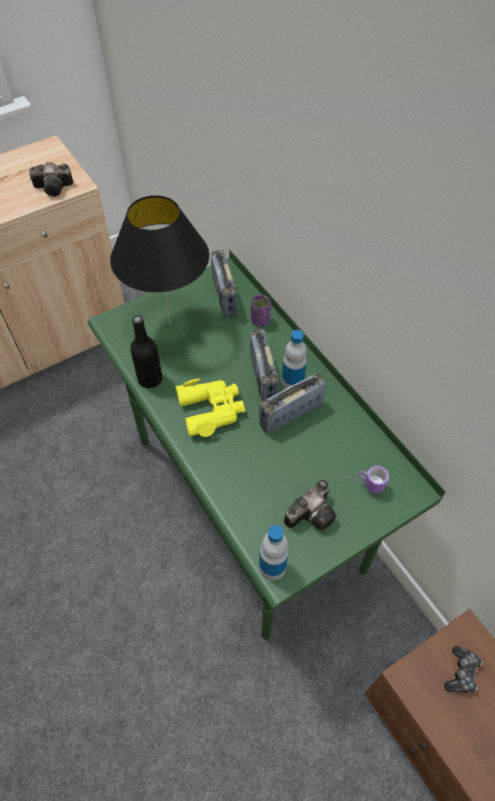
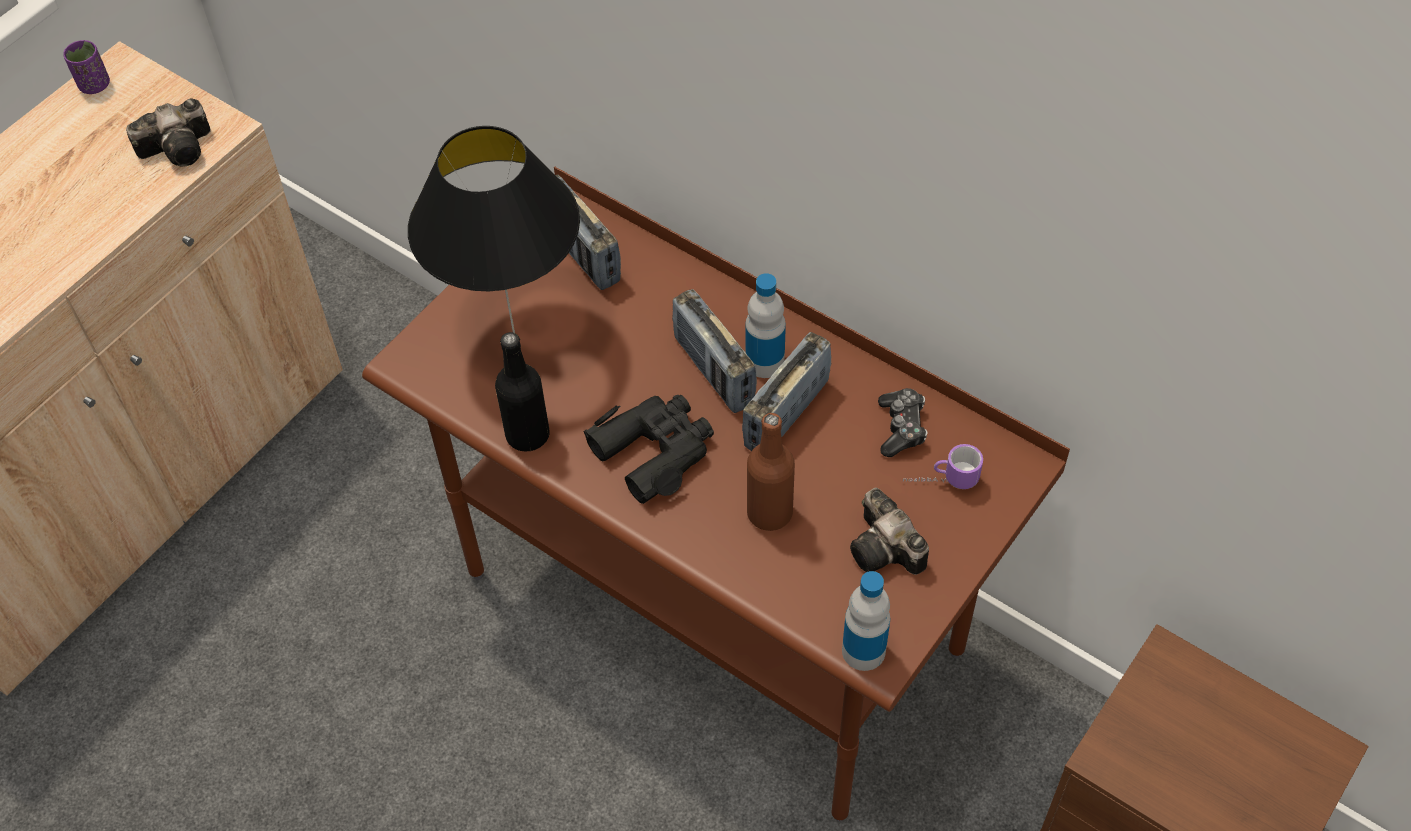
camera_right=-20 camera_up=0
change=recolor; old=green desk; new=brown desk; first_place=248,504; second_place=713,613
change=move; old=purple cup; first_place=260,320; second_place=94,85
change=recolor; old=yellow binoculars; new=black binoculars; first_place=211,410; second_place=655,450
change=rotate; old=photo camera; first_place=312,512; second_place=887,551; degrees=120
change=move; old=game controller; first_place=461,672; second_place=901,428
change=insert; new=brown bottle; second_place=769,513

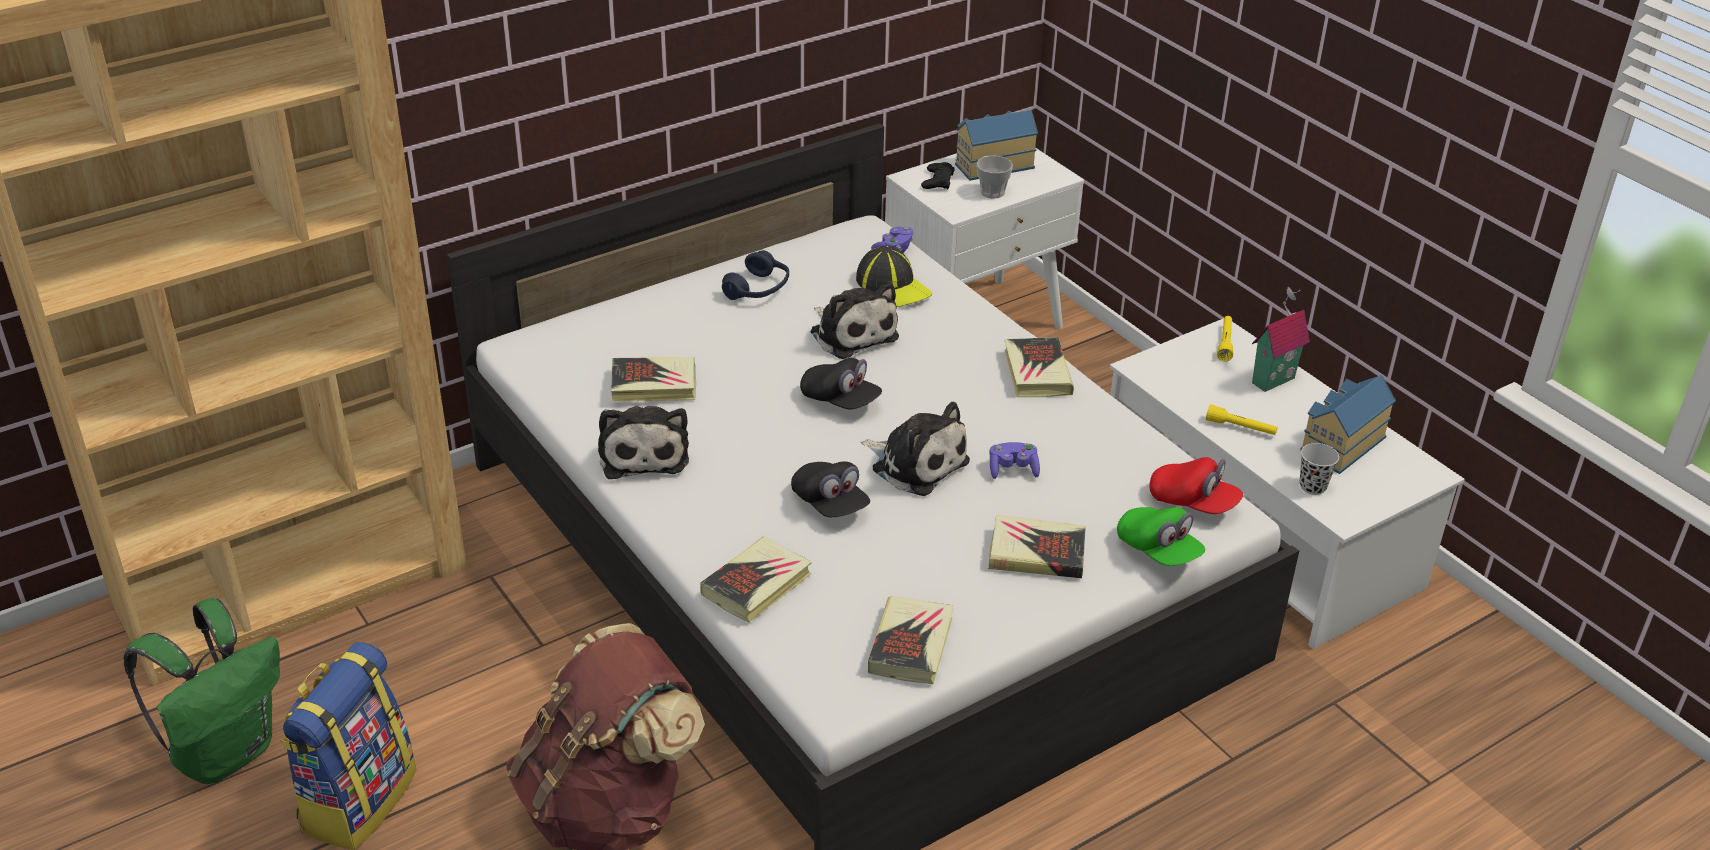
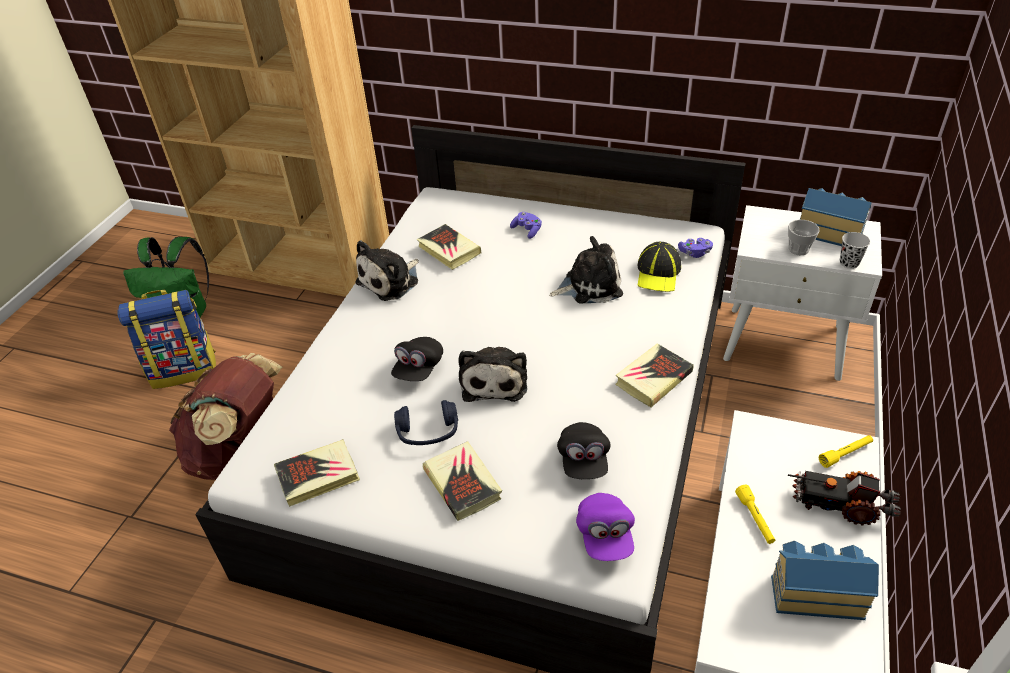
camera_right=55 camera_up=5
change=delete; old=black game controller; first_place=937,181
change=move; old=blue headphones; first_place=758,289; second_place=428,432
change=rotate; old=plush toy; first_place=852,333; second_place=589,285; degrees=-120
change=replace; old=toy house; new=toy truck; first_place=1271,379; second_place=840,504
change=move; old=black cap; first_place=840,400; second_place=583,461
change=move; old=purple game controller; first_place=1013,469; second_place=527,230
change=move; old=black cup; first_place=1312,486; second_place=849,263
change=recolor; old=red cap; new=purple cap; first_place=1193,502; second_place=605,536
change=delete; old=green cap; first_place=1158,551
change=delete; old=book; first_place=757,584

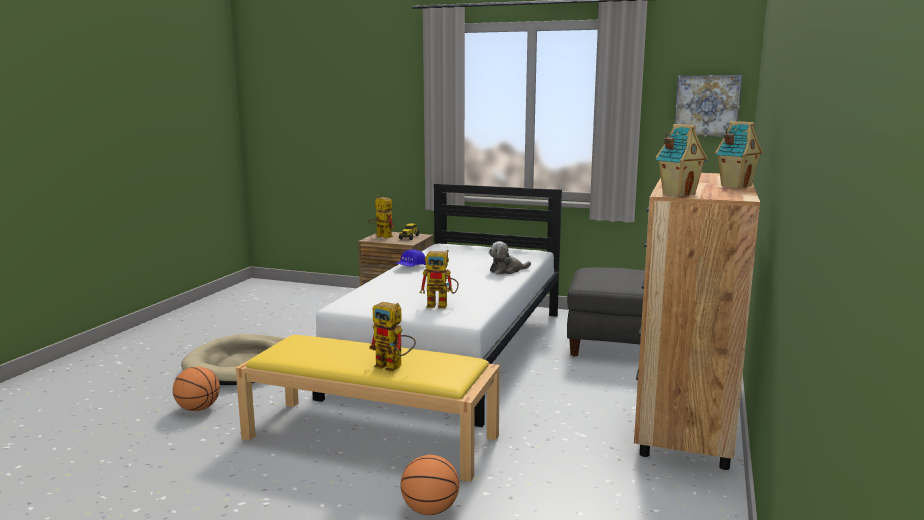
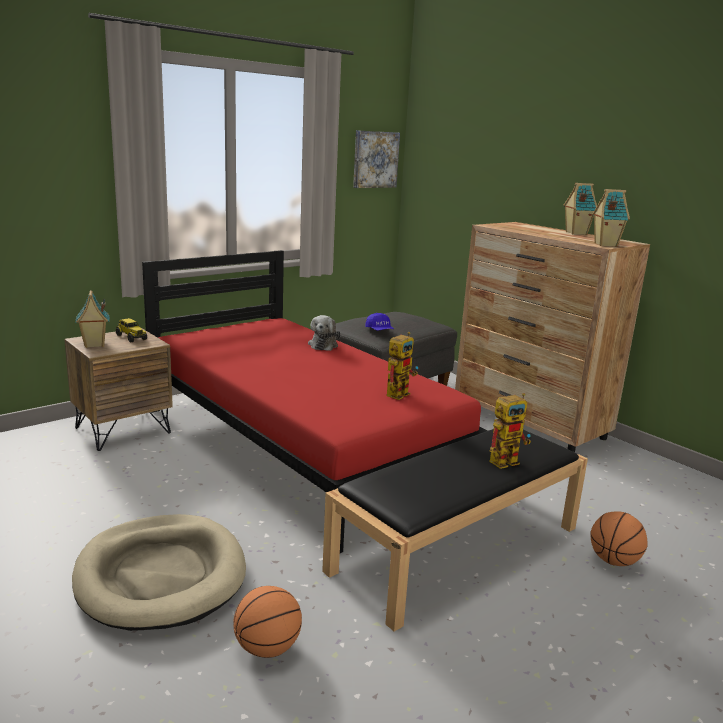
camera_right=-60 camera_up=5
change=recolor; old=white bed; new=red bed; first_place=454,351; second_place=300,447
change=replace; old=toy robot; new=toy house; first_place=381,236; second_place=94,345
change=move; old=blue cap; first_place=410,267; second_place=379,330
change=recolor; old=yellow bench; new=black bench; first_place=372,437; second_place=457,547

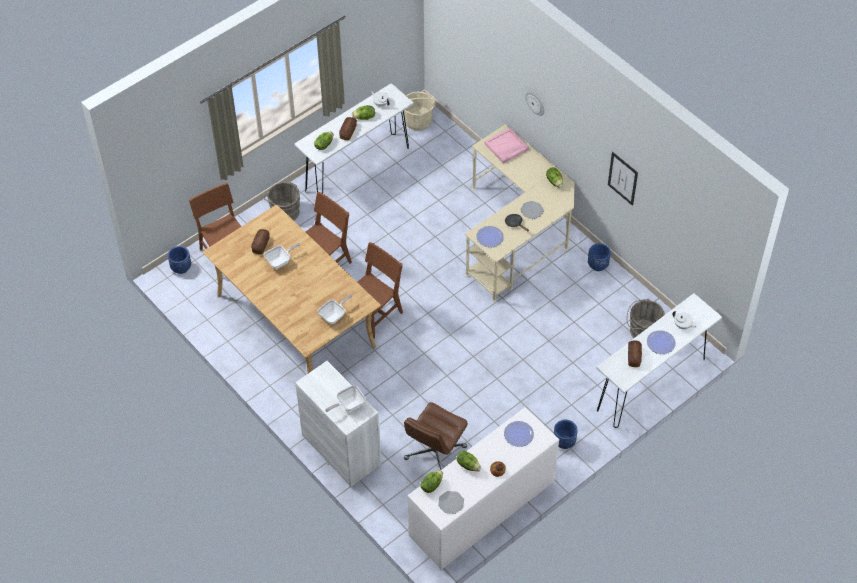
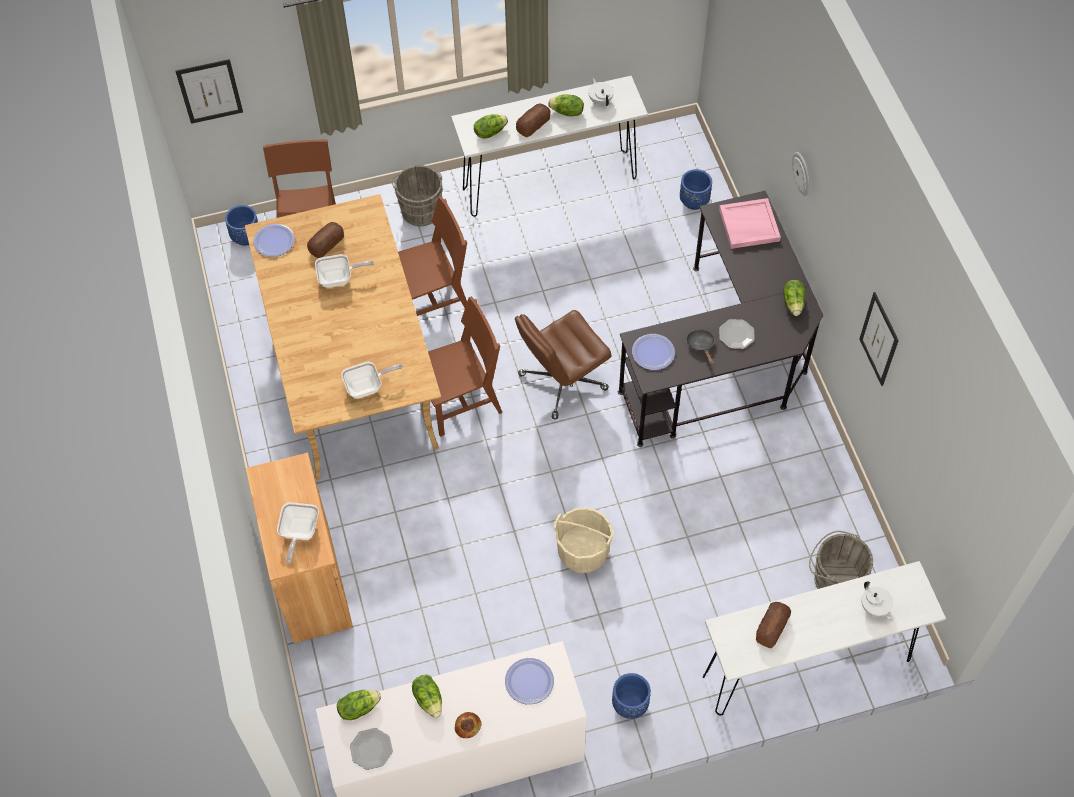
camera_right=25 camera_up=5
change=move; old=beige bucket; first_place=418,120; second_place=583,552
change=recolor; old=beige desk; new=black desk; first_place=518,233; second_place=725,358
change=move; old=blue planter; first_place=598,265; second_place=694,201
change=move; old=plate; first_place=660,343; second_place=274,241
change=recolor; old=white cabinet; new=brown cabinet; first_place=341,449; second_place=311,582
change=rotate; old=frying pan; first_place=348,405; second_place=299,533; degrees=-75
change=move; old=brown office chair; first_place=435,453; second_place=562,382
change=insert; new=picture; second_place=209,91

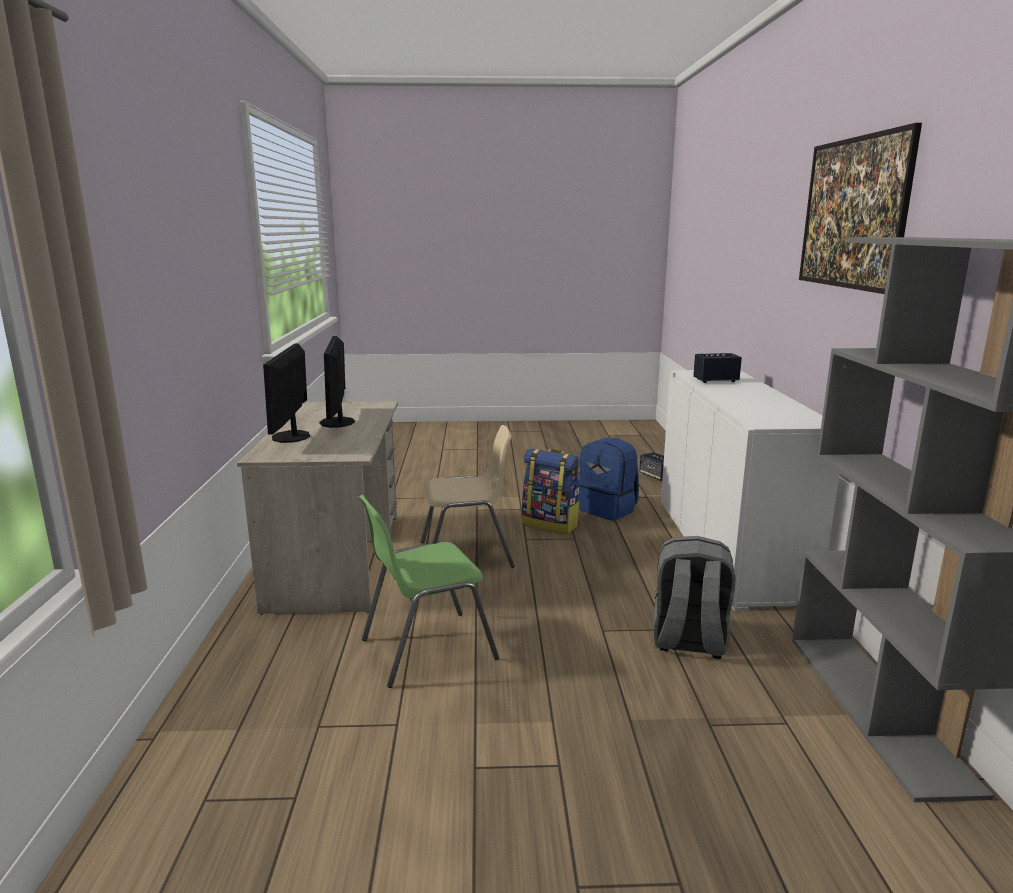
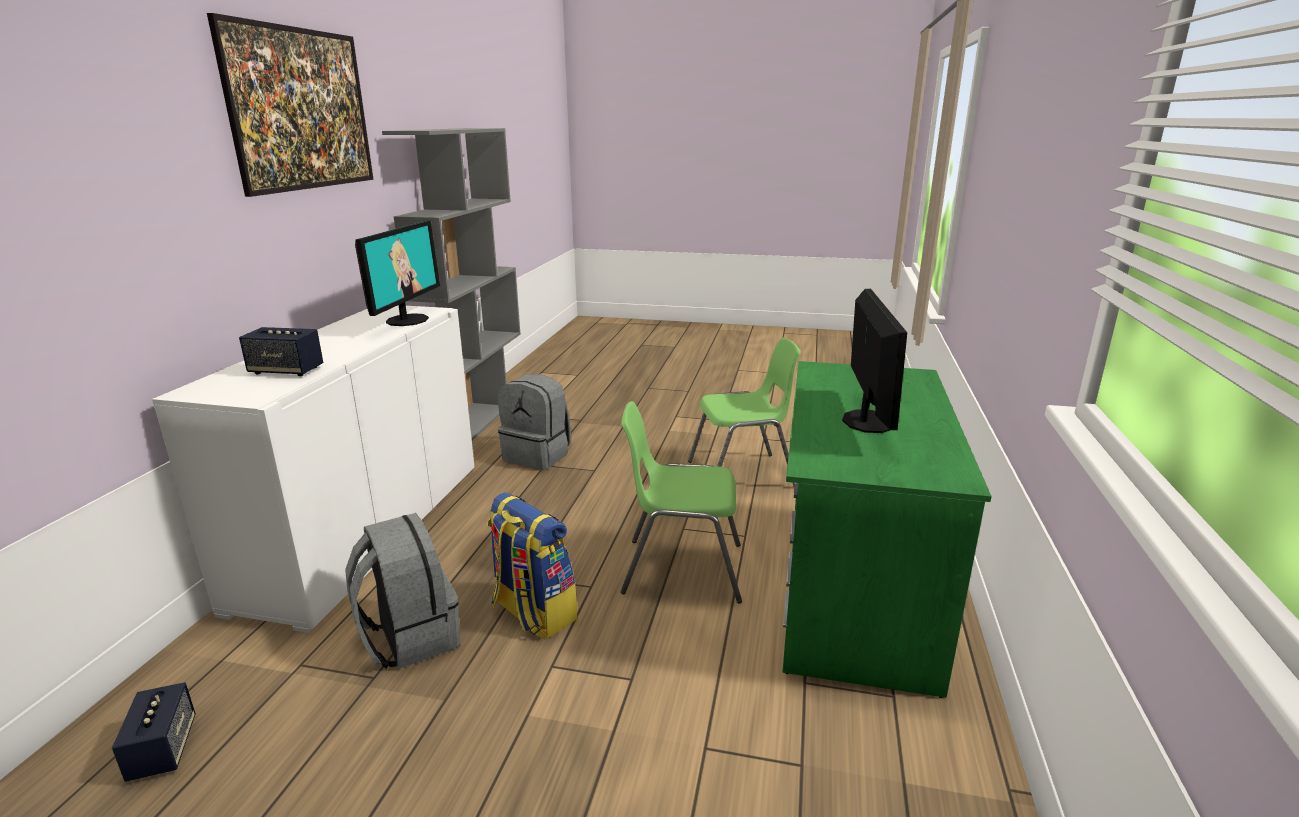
camera_right=-165 camera_up=5
change=move; old=monitor; first_place=292,436; second_place=406,320
change=recolor; old=beige desk; new=green desk; first_place=337,560; second_place=855,586
change=recolor; old=beige chair; new=green chair; first_place=468,555; second_place=680,568
change=recolor; old=blue backpack; new=grey backpack; first_place=608,509; second_place=409,637

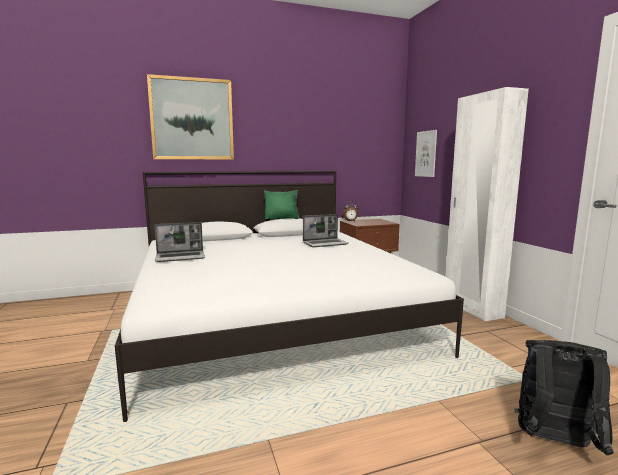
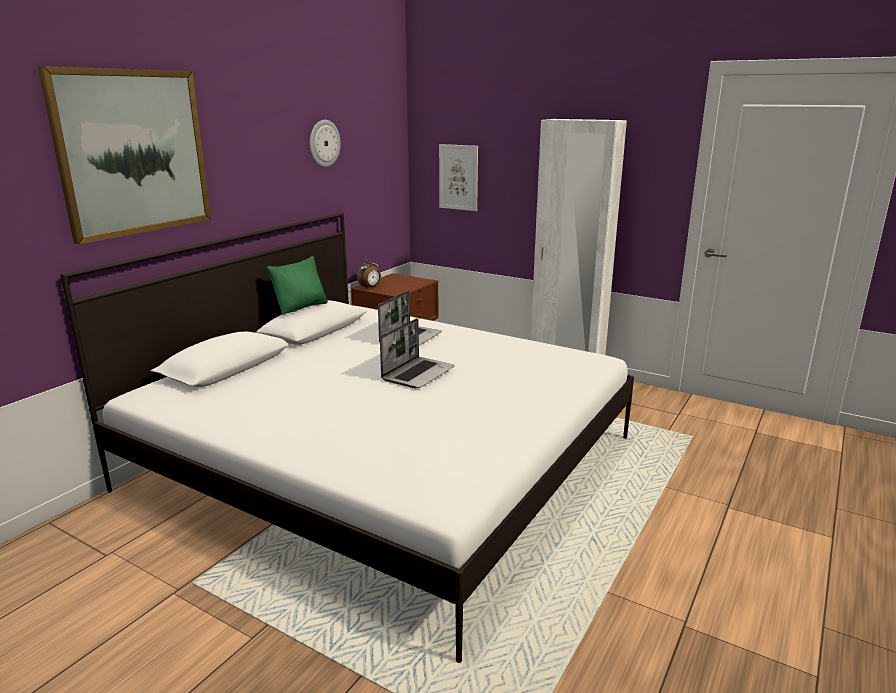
camera_right=-40 camera_up=10
change=move; old=laptop; first_place=181,257; second_place=418,373
change=delete; old=black backpack; first_place=554,443
change=insert; new=wall clock; second_place=324,143

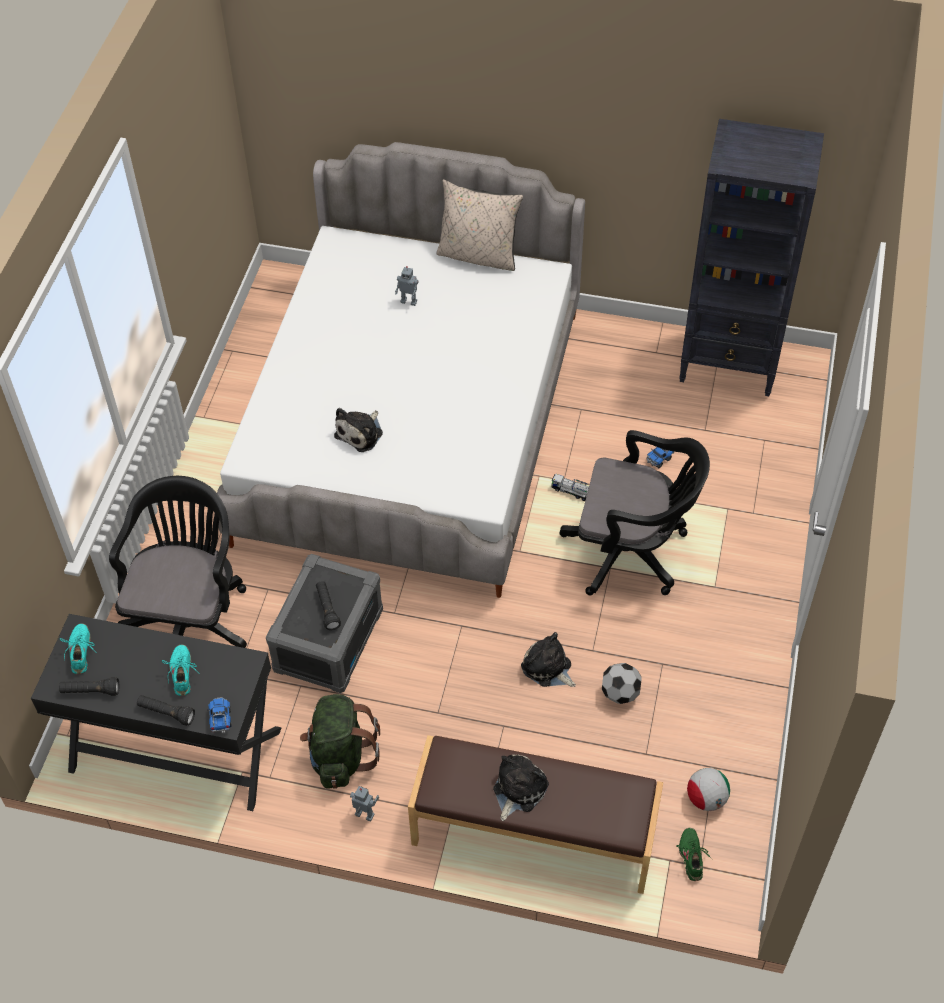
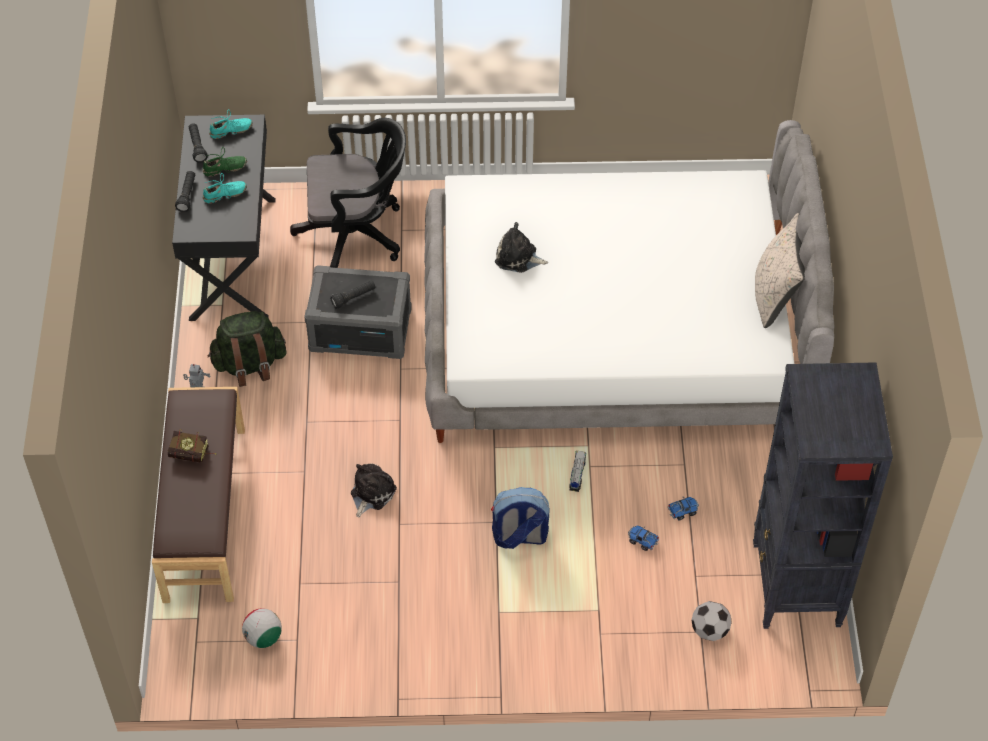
camera_right=75 camera_up=0
change=delete; old=toy robot; first_place=409,301
change=replace; old=black office chair; new=backpack; first_place=631,552; second_place=519,536
change=move; old=football; first_place=620,693; second_place=709,630
change=move; old=toy truck; first_place=221,719; second_place=682,511
change=replace; old=plush toy; new=book; first_place=518,790; second_place=193,455
change=move; old=green shoe; first_place=692,856; second_place=225,169

